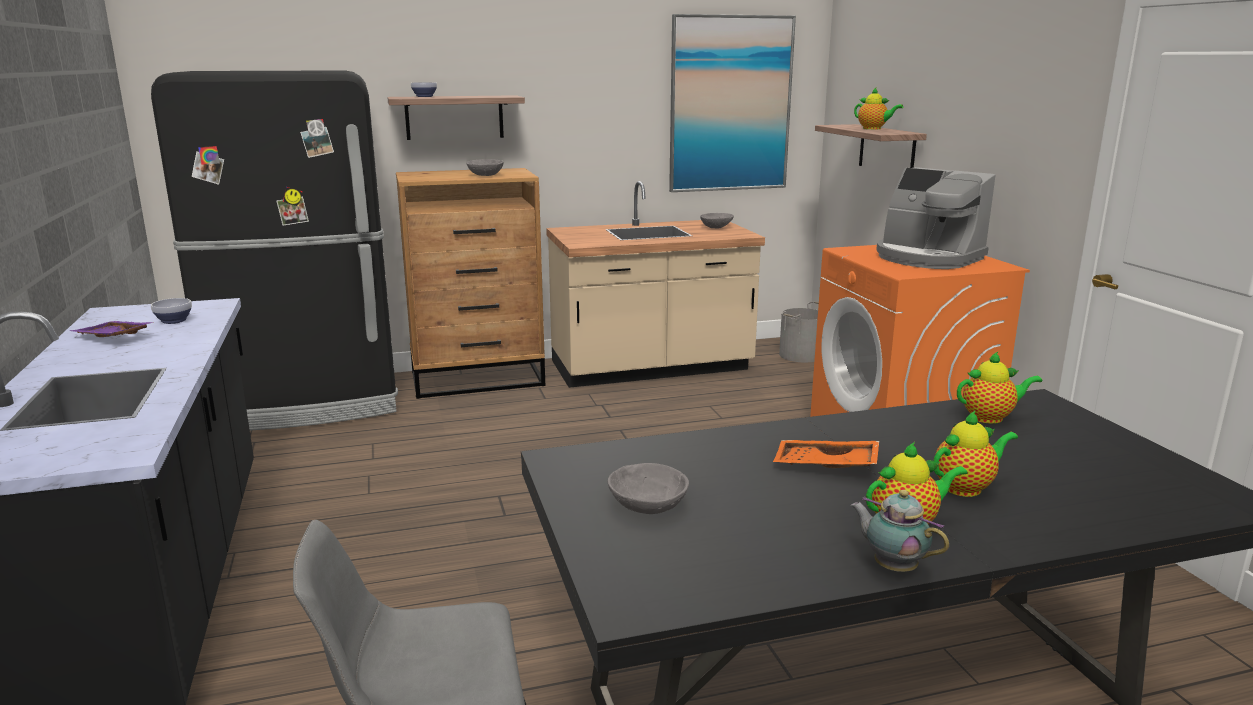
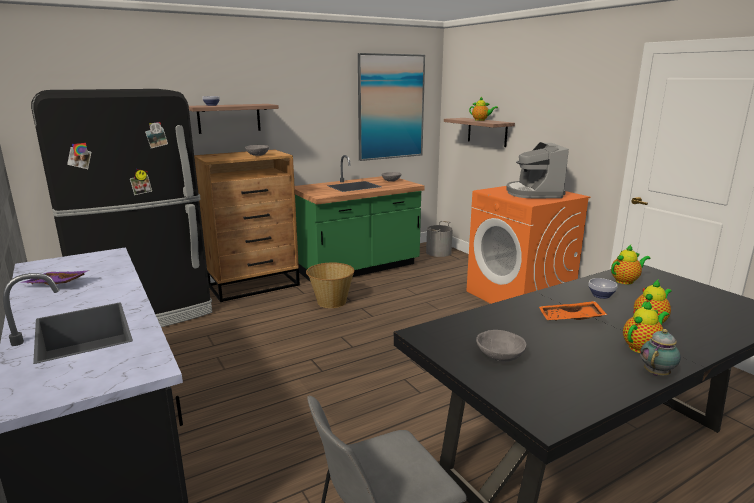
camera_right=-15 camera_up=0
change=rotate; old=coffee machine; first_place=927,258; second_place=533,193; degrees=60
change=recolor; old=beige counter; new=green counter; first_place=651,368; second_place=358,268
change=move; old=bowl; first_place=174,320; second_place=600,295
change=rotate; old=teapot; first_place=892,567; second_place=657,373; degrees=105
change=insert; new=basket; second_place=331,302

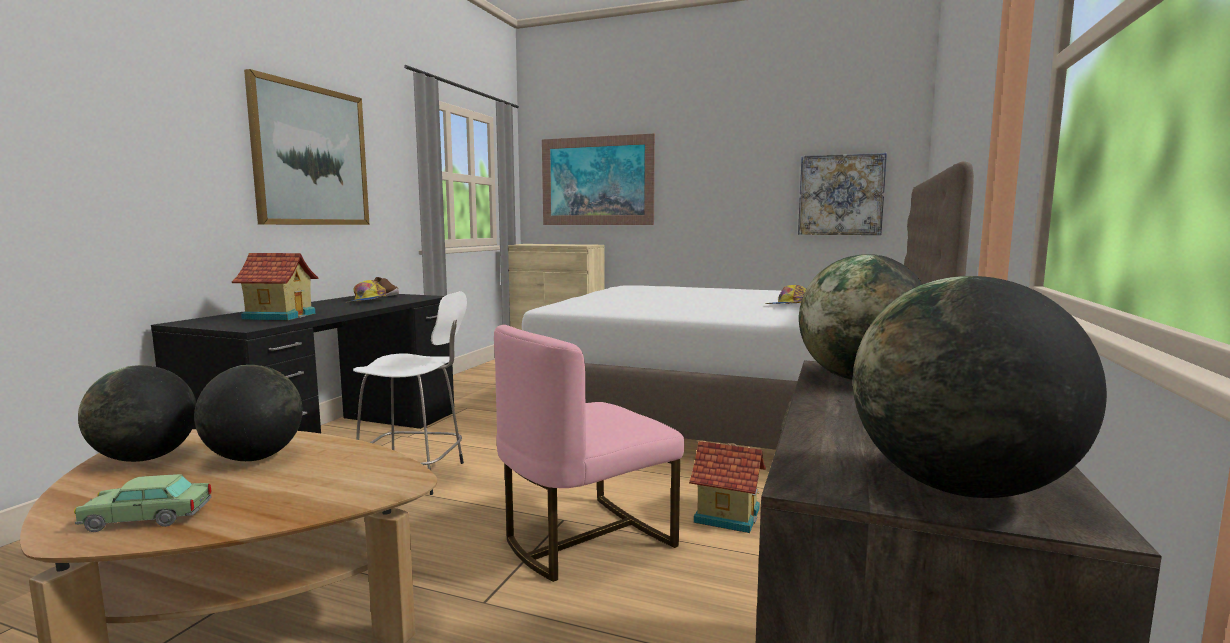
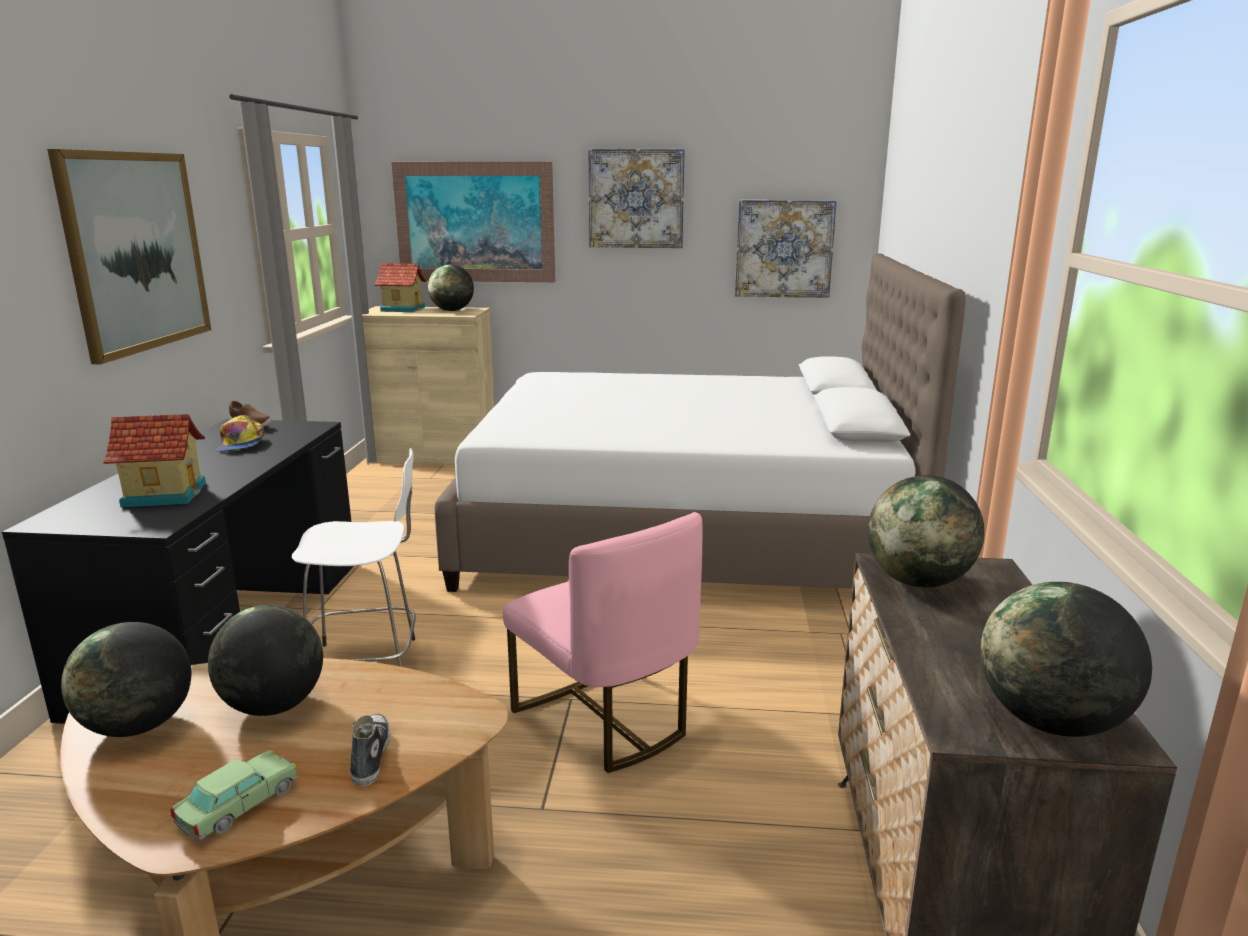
camera_right=-15 camera_up=10
change=delete; old=cap; first_place=788,305
change=rotate; old=pink chair; first_place=584,539; second_place=605,719; degrees=-75
change=move; old=toy house; first_place=727,514; second_place=403,309
change=rotate; old=toy car; first_place=148,518; second_place=239,806; degrees=150
change=insert; new=picture; second_place=636,198
change=insert; new=globe; second_place=452,310
change=insert; new=shoe; second_place=370,756

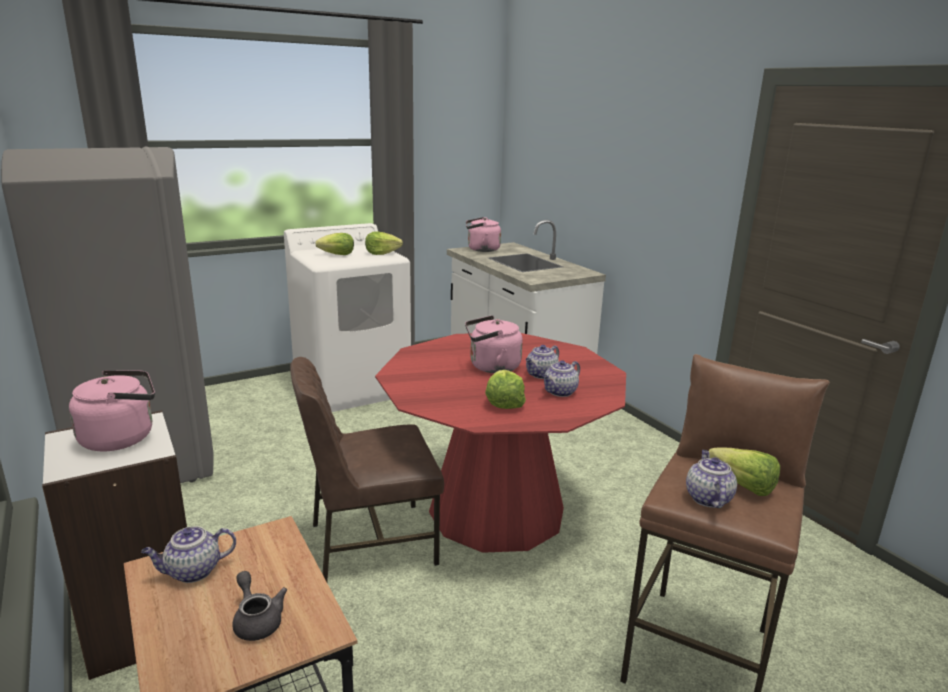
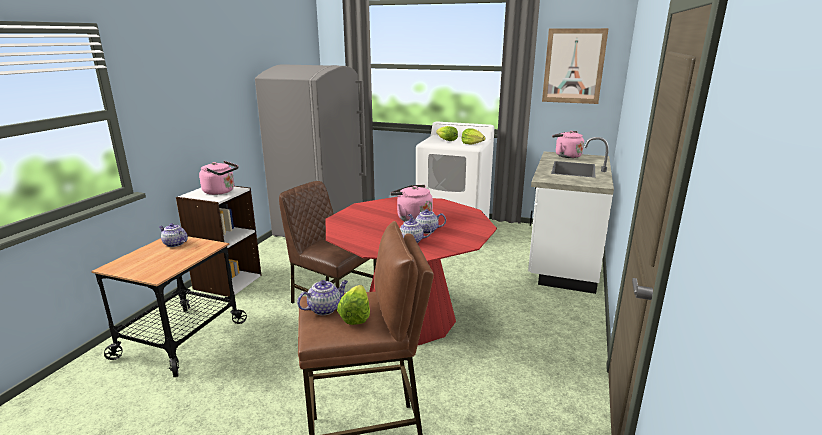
camera_right=50 camera_up=0
change=delete; old=lettuce; first_place=504,403
change=delete; old=grey teapot; first_place=257,620
change=insert; new=picture; second_place=573,66

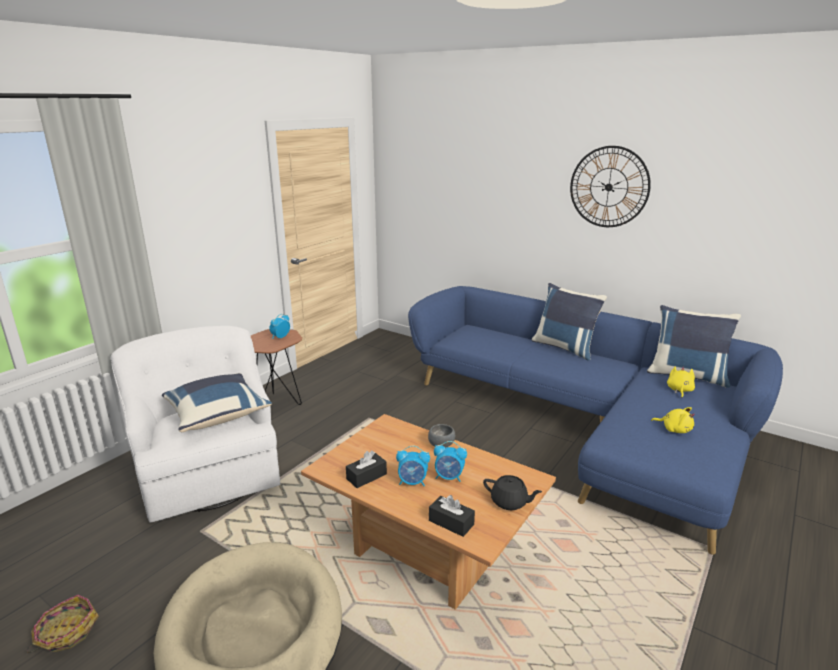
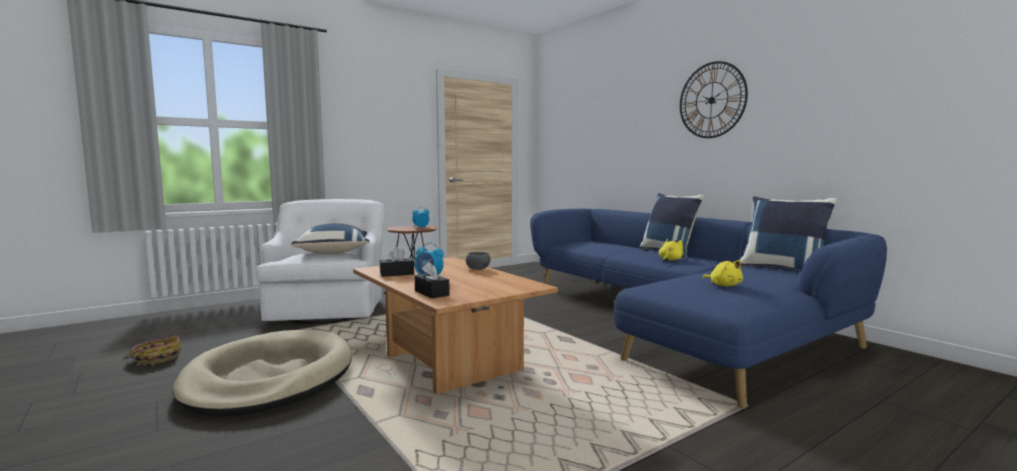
camera_right=20 camera_up=-15
change=move; old=yellow plush toy; first_place=679,390; second_place=670,260
change=delete; old=alarm clock; first_place=449,477
change=delete; old=black teapot; first_place=509,502

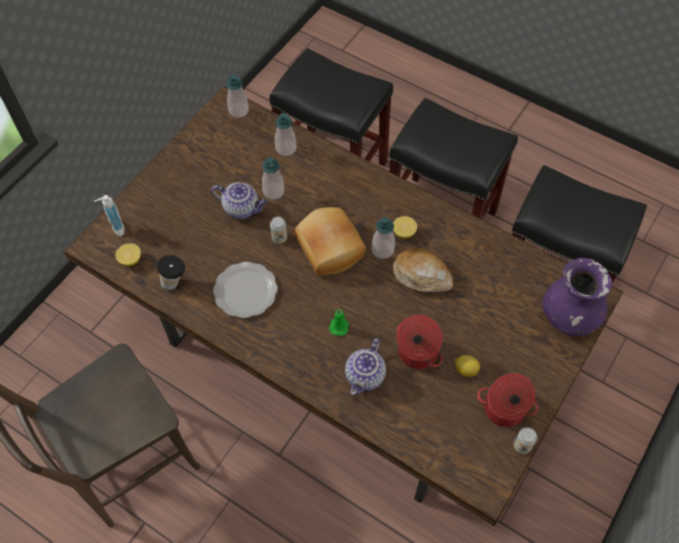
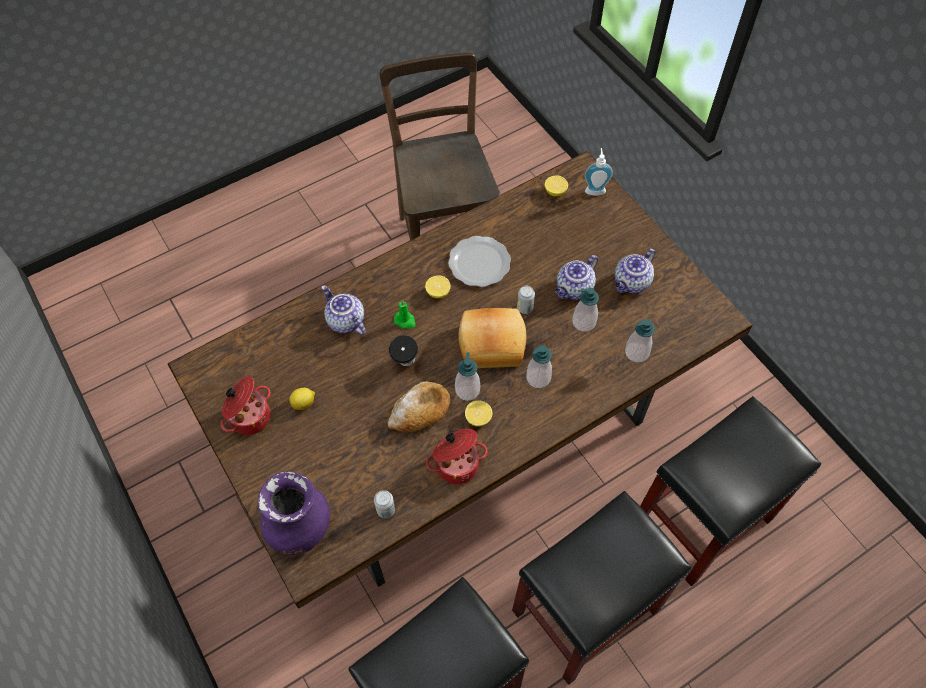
camera_right=115 camera_up=0
change=move; old=soap dispenser; first_place=238,110; second_place=538,378
change=move; old=cup; first_place=175,282; second_place=405,364
change=move; old=cooking pot; first_place=417,352; second_place=456,463
change=move; old=can; first_place=522,446; second_place=386,510
change=insert; new=teapot; second_place=631,283
change=insert; new=lemon; second_place=438,292

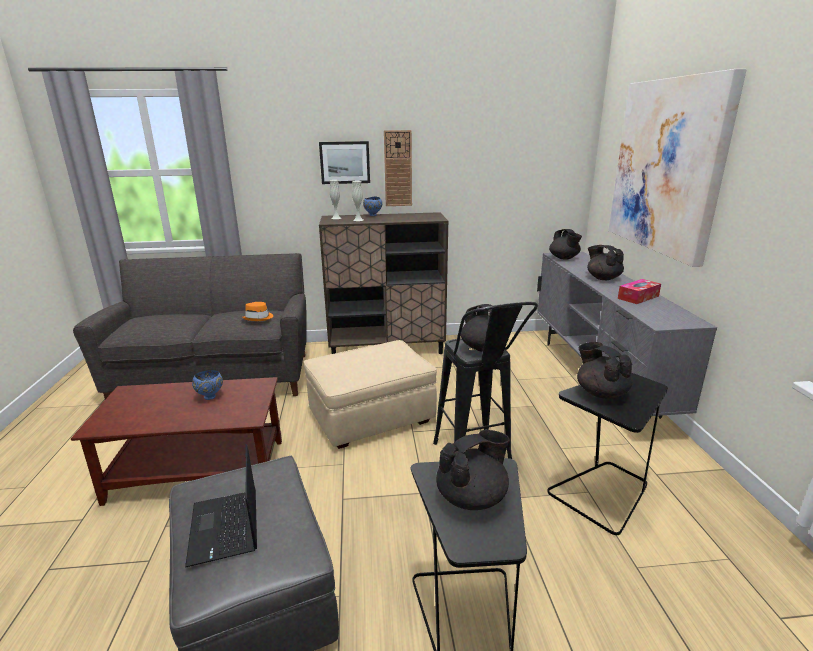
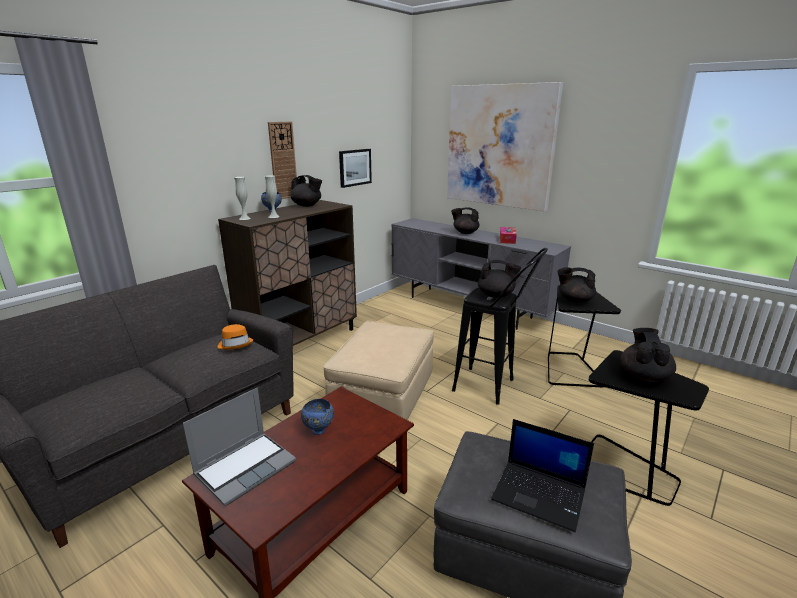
camera_right=-45 camera_up=0
change=move; old=picture; first_place=345,162; second_place=355,167
change=move; old=black teapot; first_place=564,258; second_place=307,205
change=insert; new=laptop; second_place=246,467

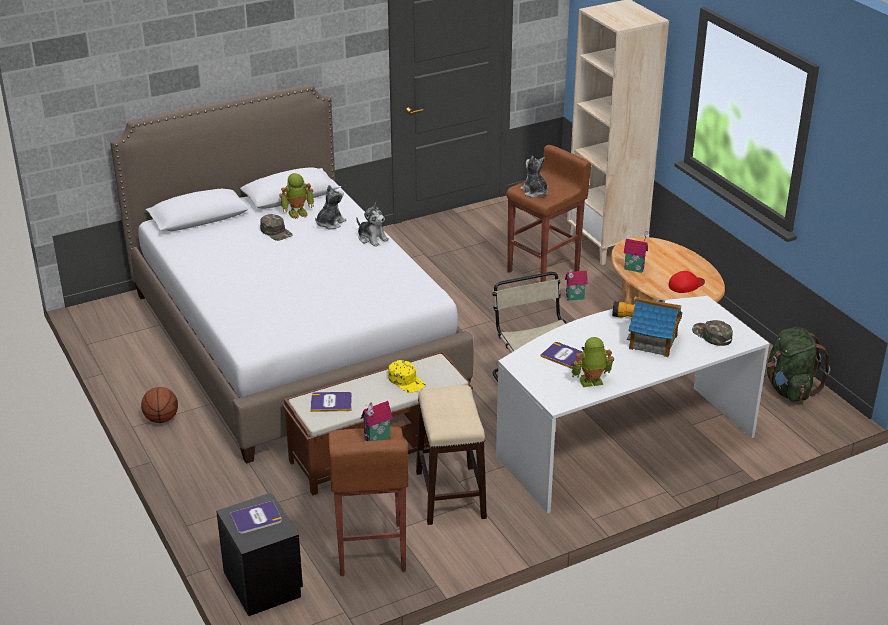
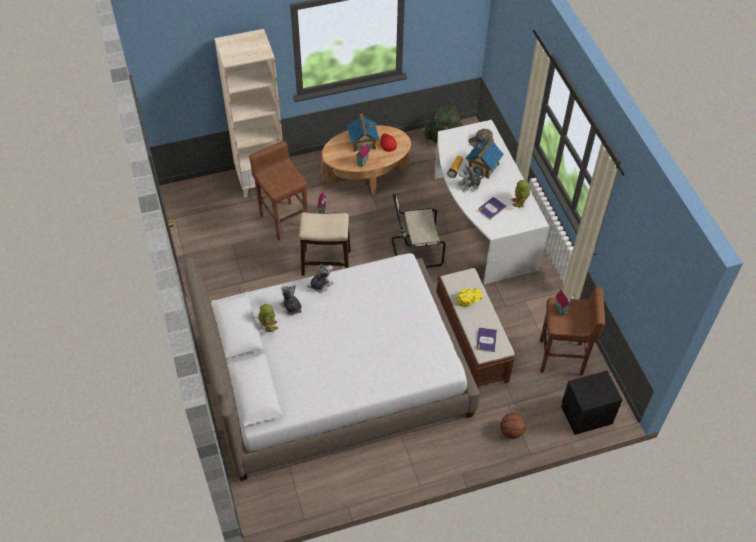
camera_right=-80 camera_up=20
change=move; old=plush toy; first_place=535,192; second_place=469,185
change=delete; old=green cap; first_place=276,232
change=move; old=stool; first_place=450,494; second_place=325,263
change=move; old=basketball; first_place=161,419; second_place=511,432
change=delete; old=book; first_place=256,518
change=insert; new=toy house; second_place=363,142

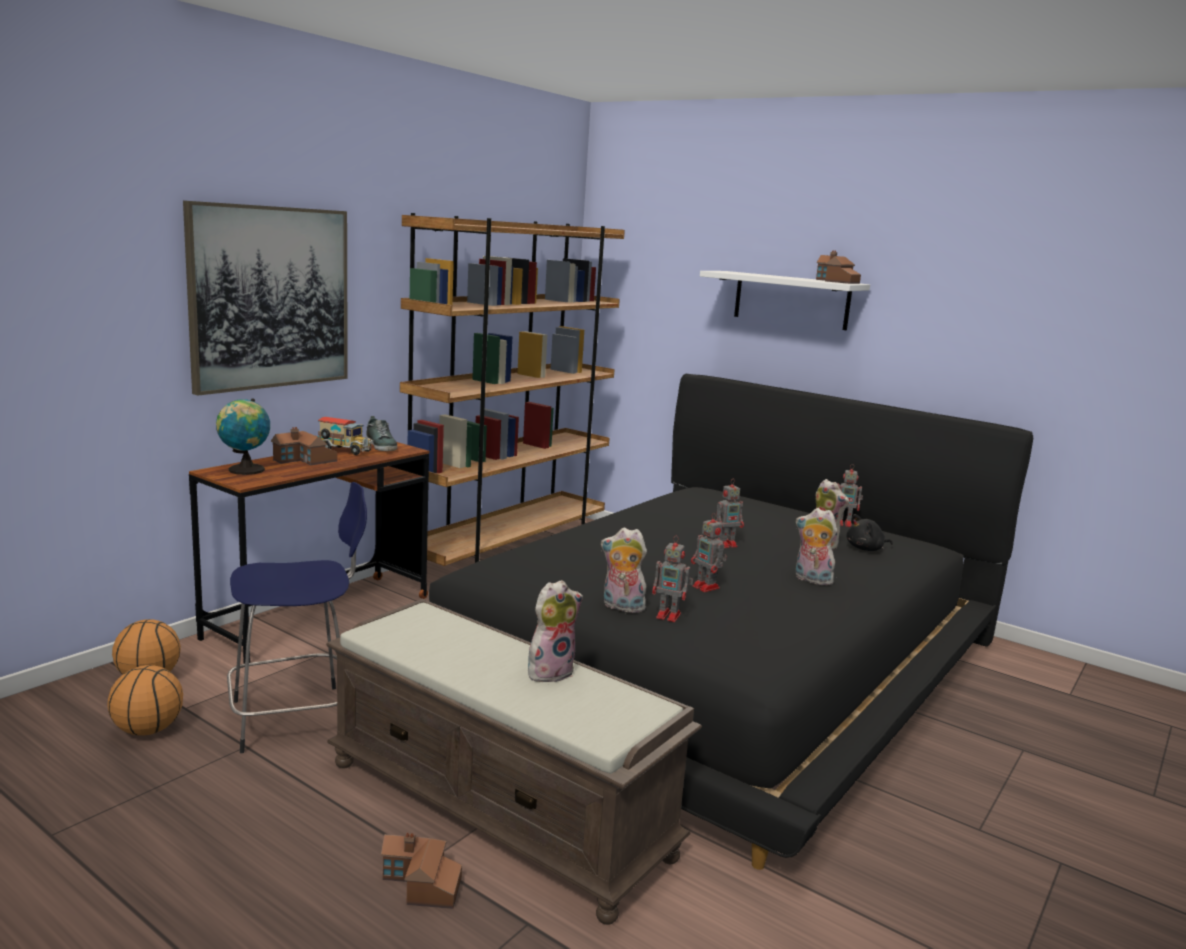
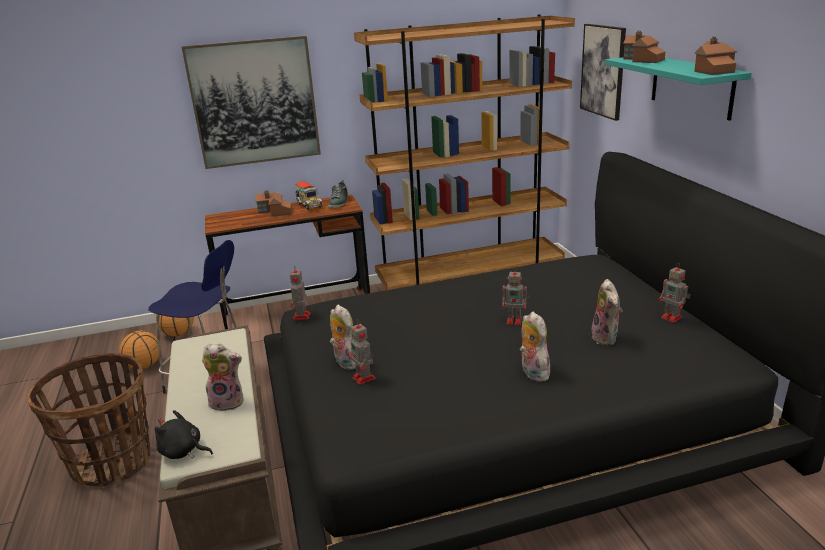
camera_right=40 camera_up=10
change=recolor; old=white shelf; new=turquoise shelf; first_place=791,300; second_place=691,86
change=delete; old=globe; first_place=244,470
change=move; old=toy robot; first_place=707,587; second_place=301,316
change=move; old=black plush toy; first_place=866,549; second_place=183,451
change=move; old=toy house; first_place=420,884; second_place=642,60
change=insert; new=picture; second_place=603,71
change=insert; new=basket; second_place=112,462

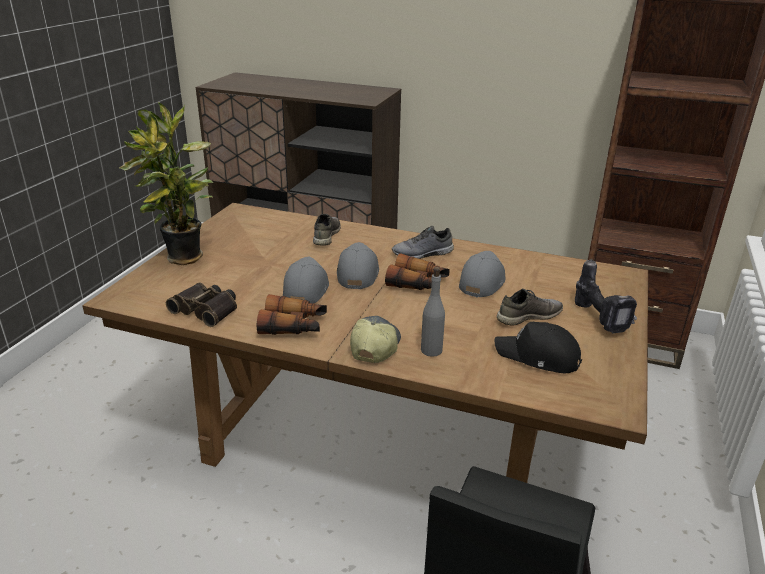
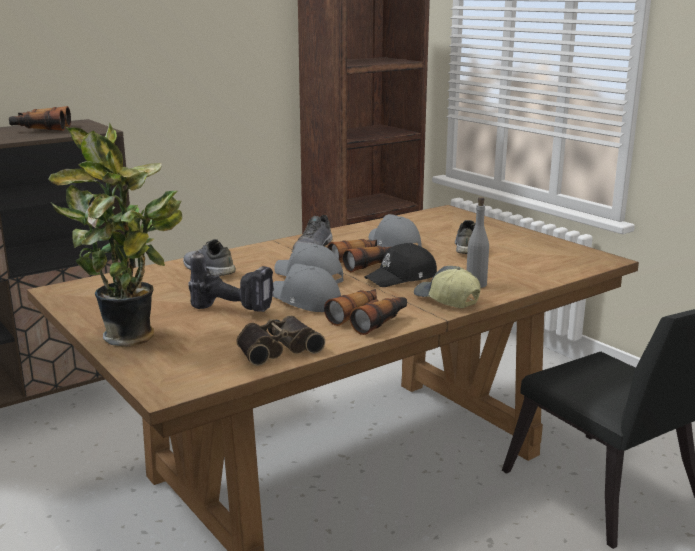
camera_right=-55 camera_up=-10
change=move; old=power drill; first_place=601,319; second_place=235,309
change=move; old=black cap; first_place=538,357; second_place=402,278
change=insert; new=binoculars; second_place=41,128

